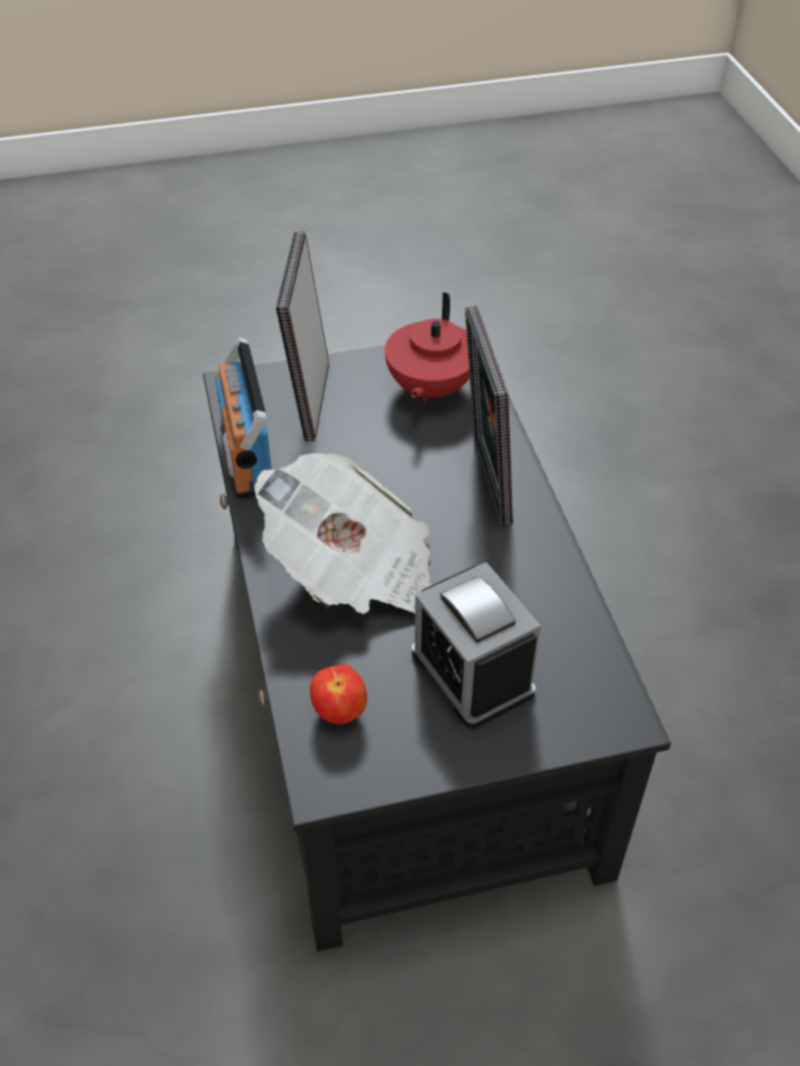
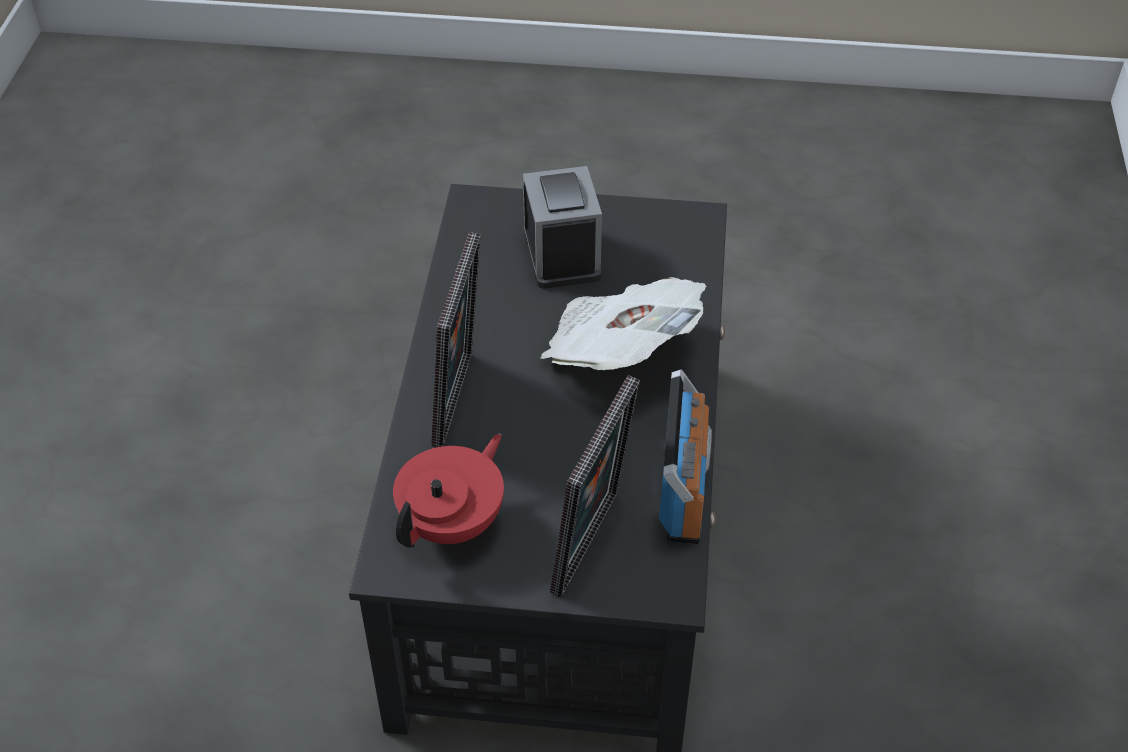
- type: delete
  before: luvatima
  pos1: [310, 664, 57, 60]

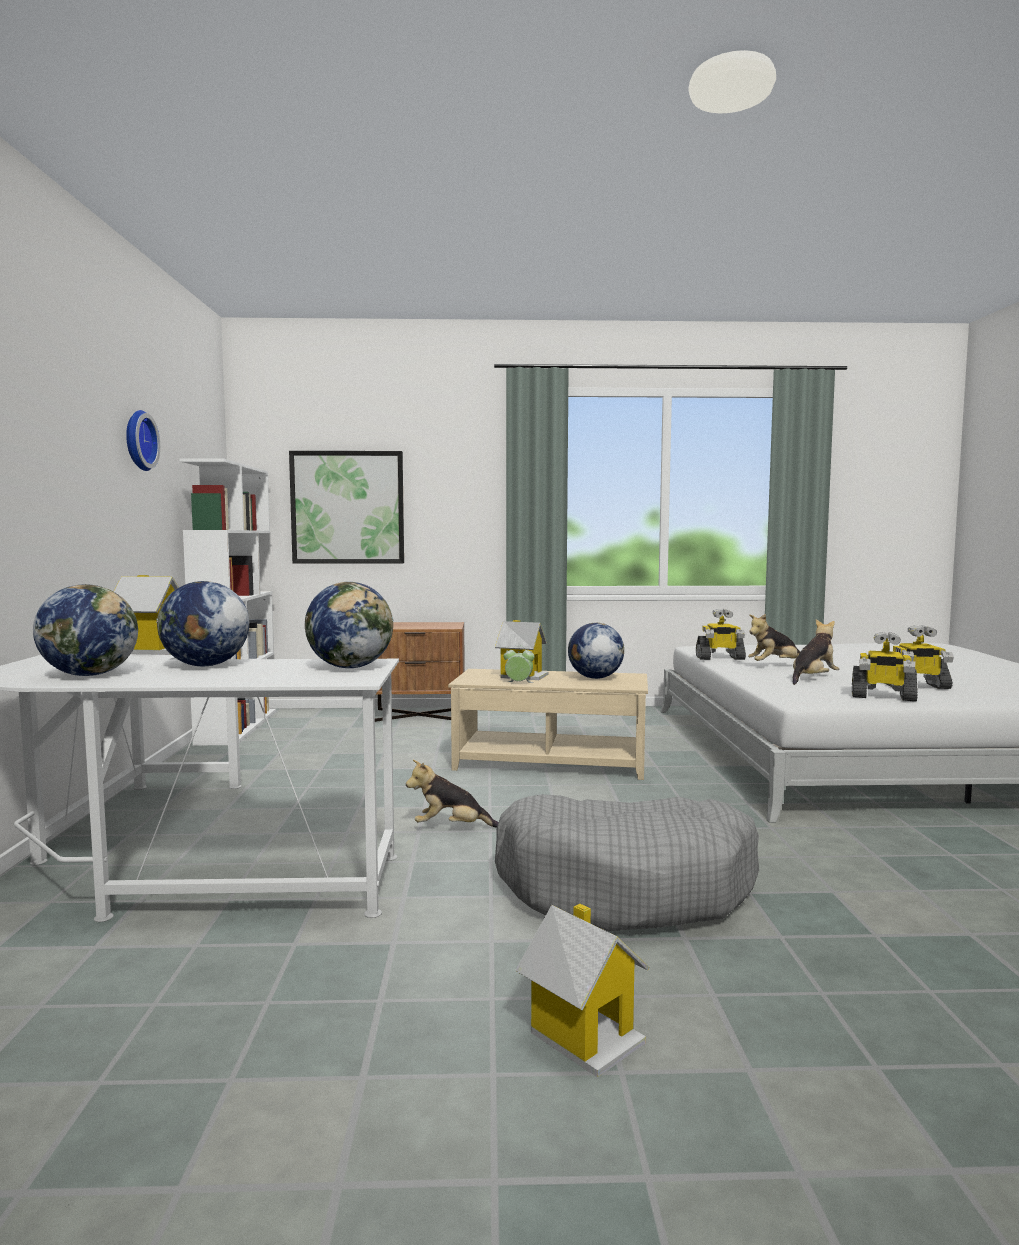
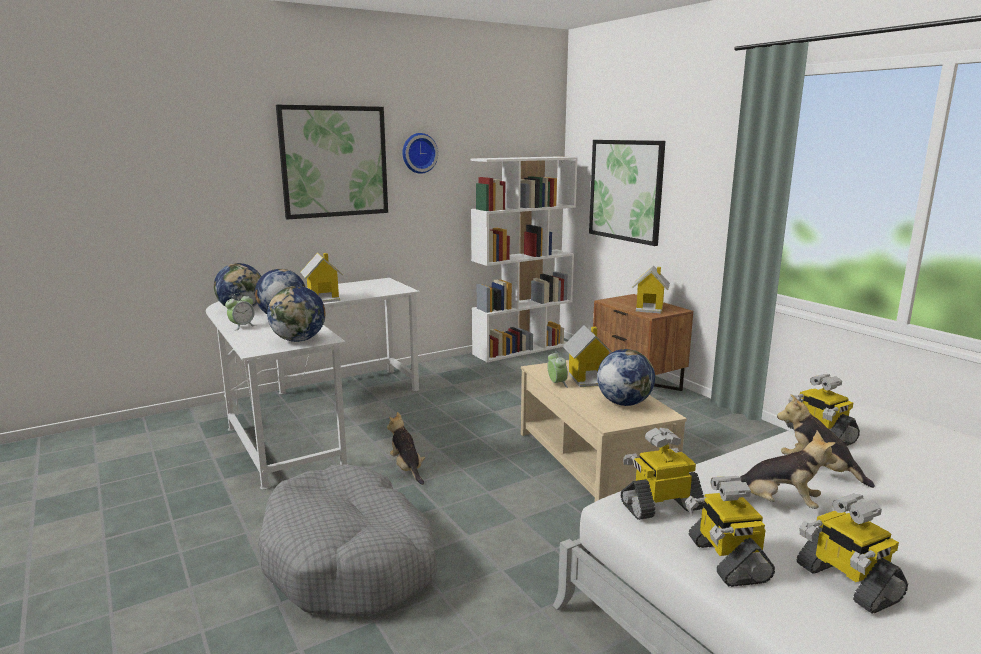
- type: insert
  after: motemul
  pos2: [225, 293, 31, 38]
- type: insert
  after: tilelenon
  pos2: [276, 105, 112, 114]
- type: insert
  after: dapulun
  pos2: [621, 428, 83, 92]
- type: move
  before: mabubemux
  pos1: [515, 904, 134, 174]
  pos2: [632, 265, 38, 48]

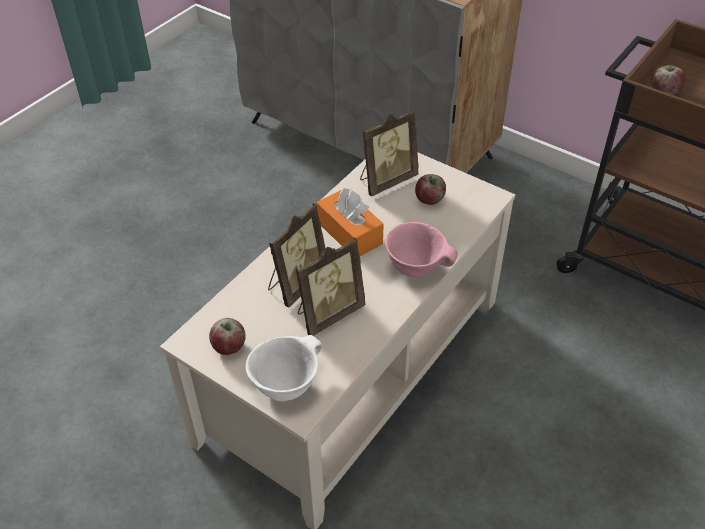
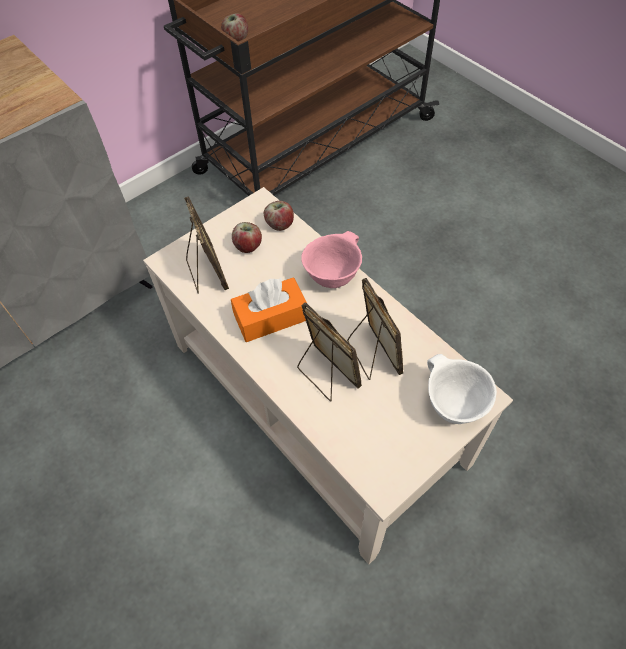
- type: move
  before: luvatima
  pos1: [209, 318, 37, 37]
  pos2: [264, 201, 30, 30]

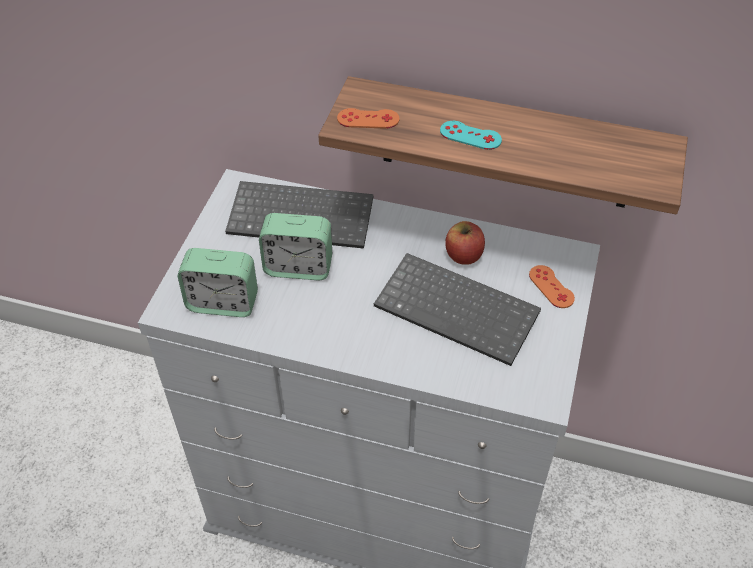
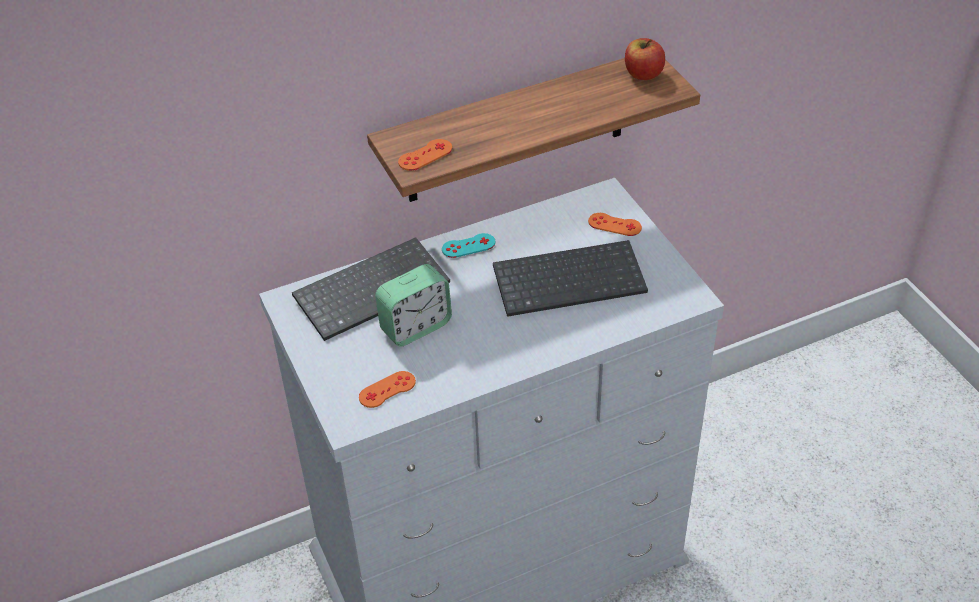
- type: replace
  before: motemul
  after: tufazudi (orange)
  pos1: [178, 248, 80, 69]
  pos2: [359, 371, 57, 37]
- type: move
  before: tufazudi (turquoise)
  pos1: [440, 121, 62, 29]
  pos2: [442, 233, 53, 25]
- type: move
  before: luvatima
  pos1: [445, 221, 40, 44]
  pos2: [625, 38, 40, 42]

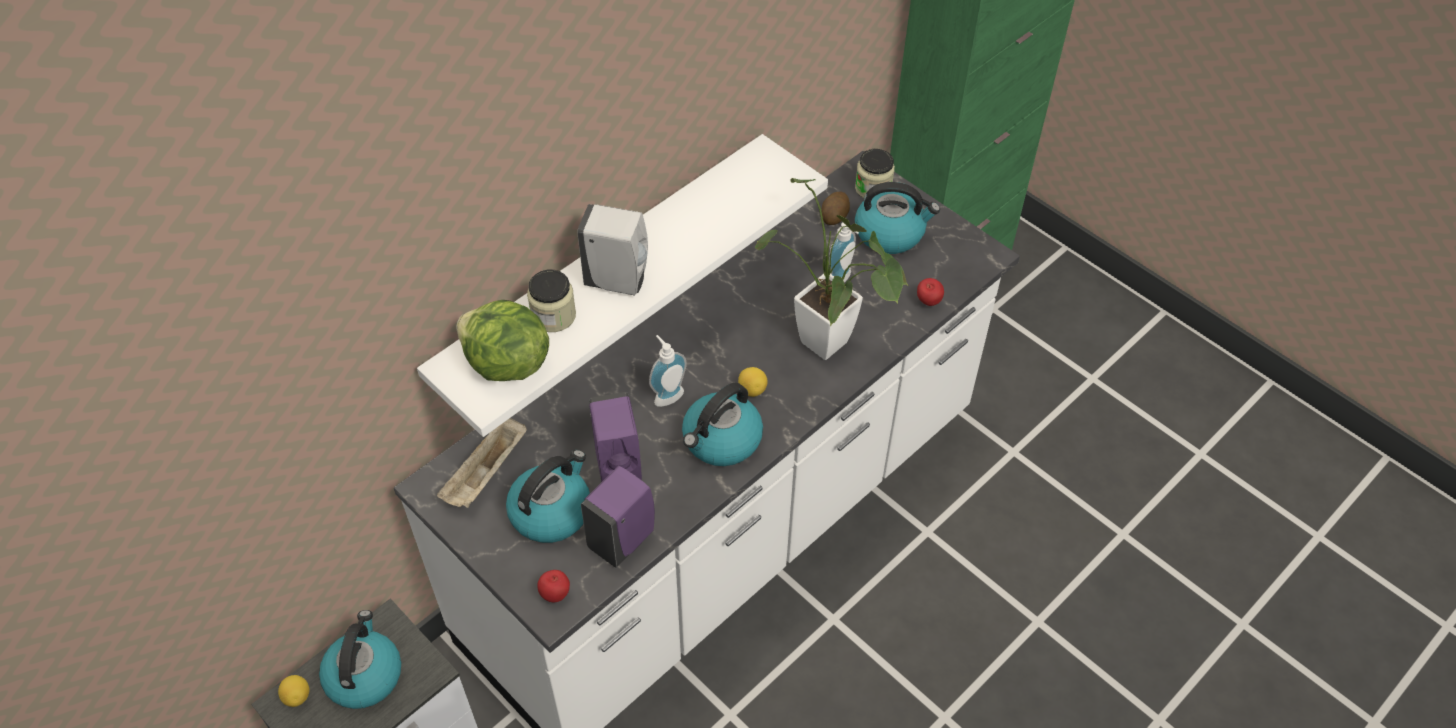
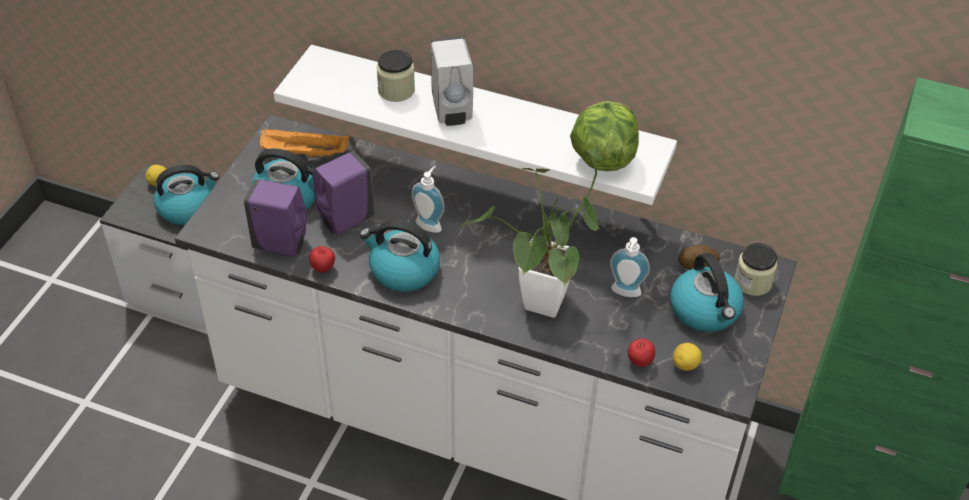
- type: recolor
  before: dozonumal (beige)
  after: dozonumal (orange)
  pos1: [437, 418, 90, 90]
  pos2: [260, 129, 89, 29]
- type: move
  before: luvatima
  pos1: [537, 570, 33, 32]
  pos2: [309, 246, 26, 27]
- type: move
  before: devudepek
  pos1: [456, 300, 93, 81]
  pos2: [570, 101, 69, 70]
- type: move
  before: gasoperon
  pos1: [738, 367, 30, 30]
  pos2: [673, 343, 29, 28]

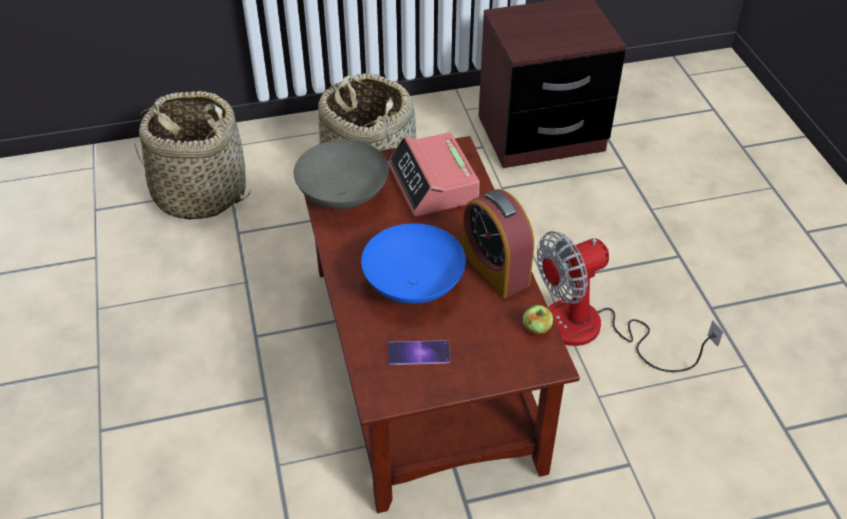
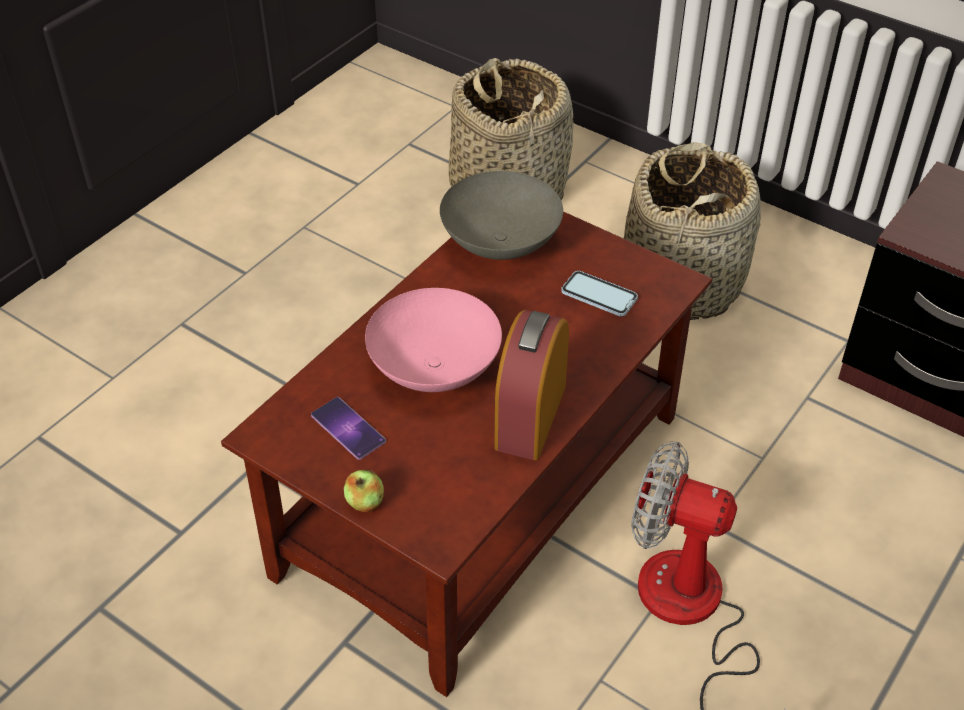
- type: move
  before: luvatima
  pos1: [523, 305, 30, 30]
  pos2: [344, 469, 40, 43]
- type: recolor
  before: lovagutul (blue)
  after: lovagutul (pink)
  pos1: [361, 223, 105, 81]
  pos2: [365, 288, 137, 104]
- type: replace
  before: motemul
  after: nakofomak
  pos1: [388, 132, 92, 84]
  pos2: [561, 271, 77, 46]

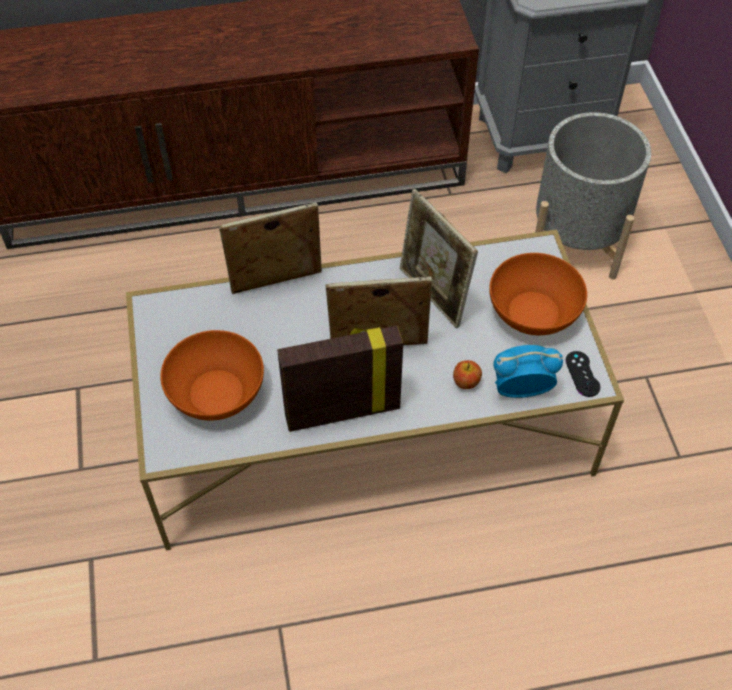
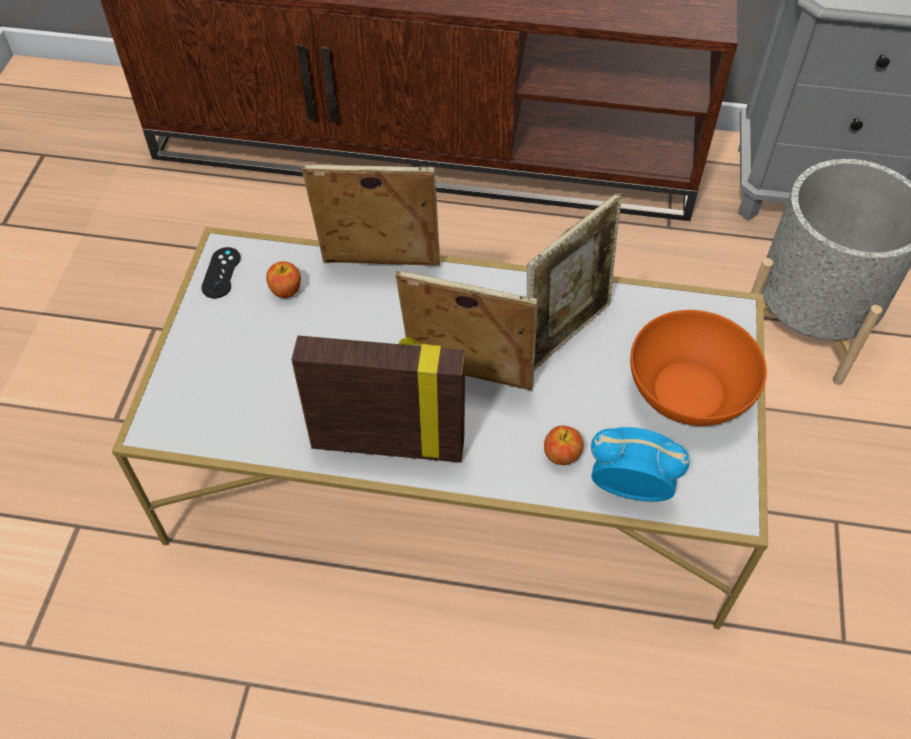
- type: move
  before: tufazudi (black)
  pos1: [565, 351, 35, 46]
  pos2: [201, 247, 40, 51]
- type: insert
  after: luvatima
  pos2: [266, 261, 35, 37]
- type: rotate
  before: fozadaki
  pos1: [400, 189, 78, 139]
  pos2: [527, 193, 95, 177]
  turn: -120
- type: delete
  before: lovagutul (orange)
  pos1: [160, 330, 104, 91]

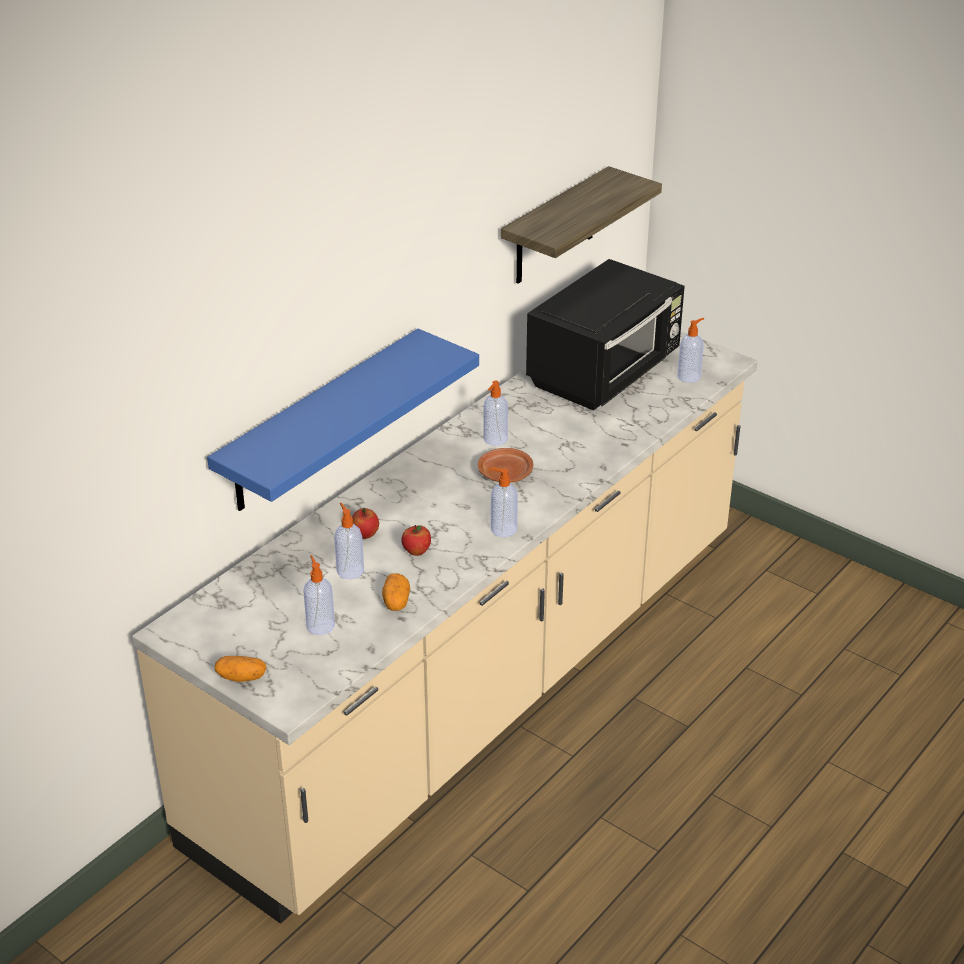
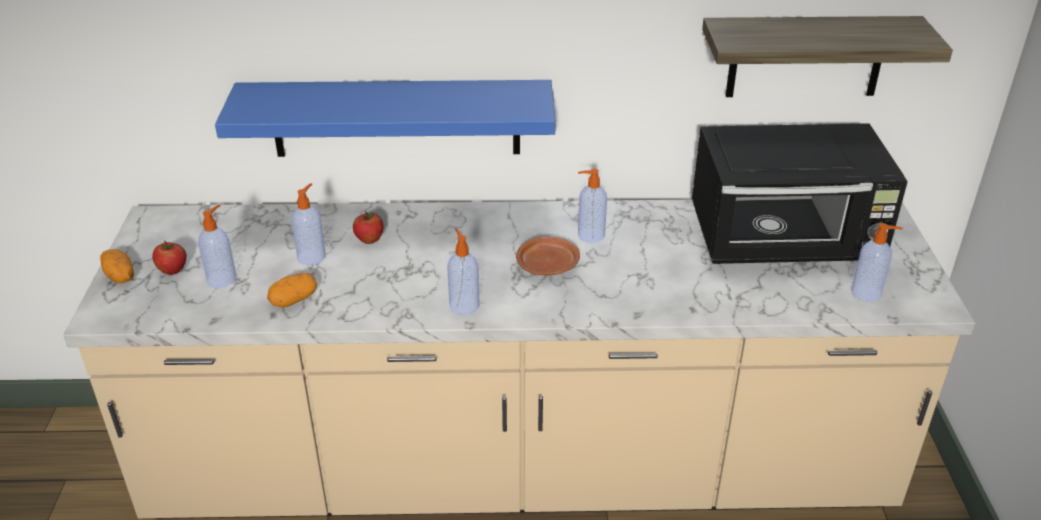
- type: move
  before: luvatima
  pos1: [401, 525, 30, 31]
  pos2: [152, 241, 35, 34]

